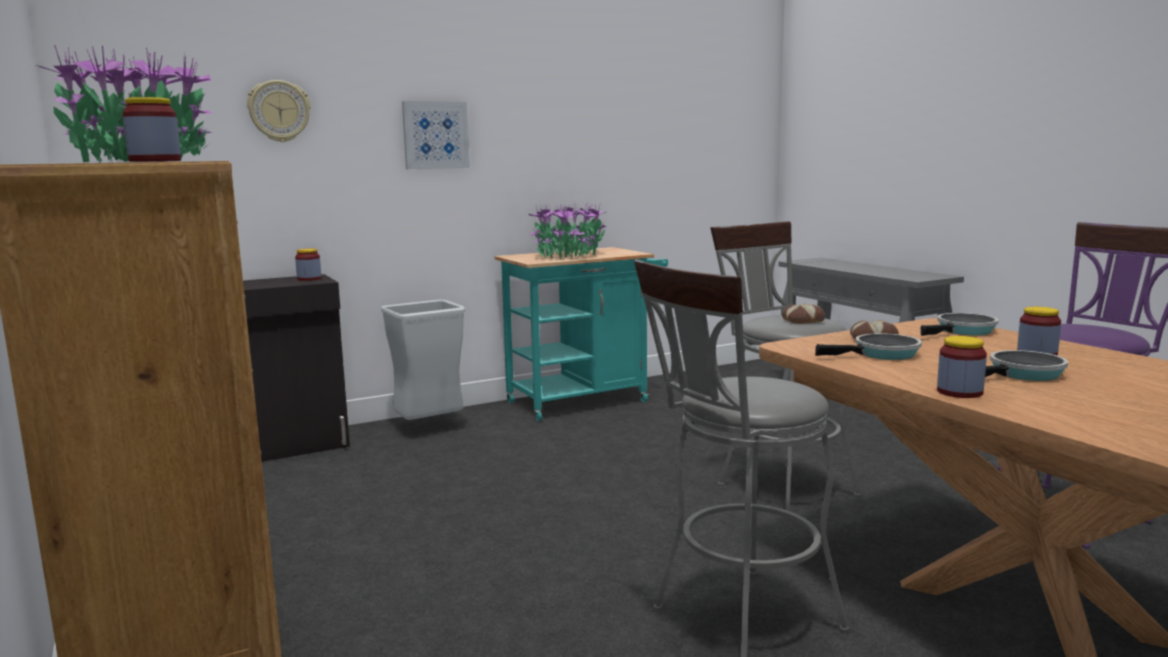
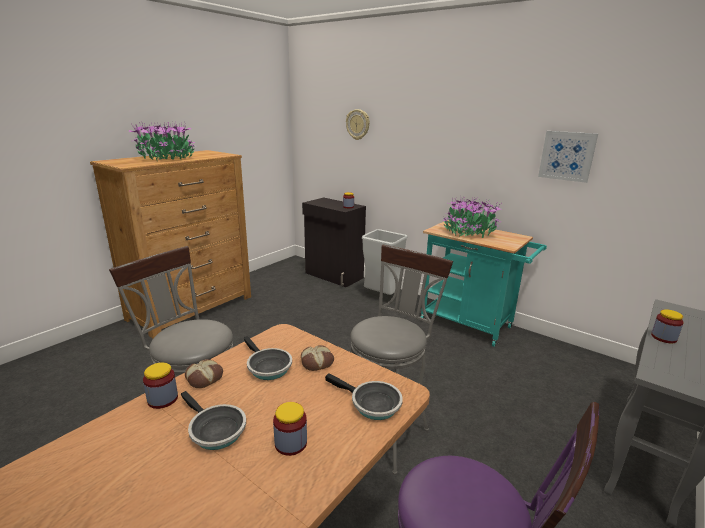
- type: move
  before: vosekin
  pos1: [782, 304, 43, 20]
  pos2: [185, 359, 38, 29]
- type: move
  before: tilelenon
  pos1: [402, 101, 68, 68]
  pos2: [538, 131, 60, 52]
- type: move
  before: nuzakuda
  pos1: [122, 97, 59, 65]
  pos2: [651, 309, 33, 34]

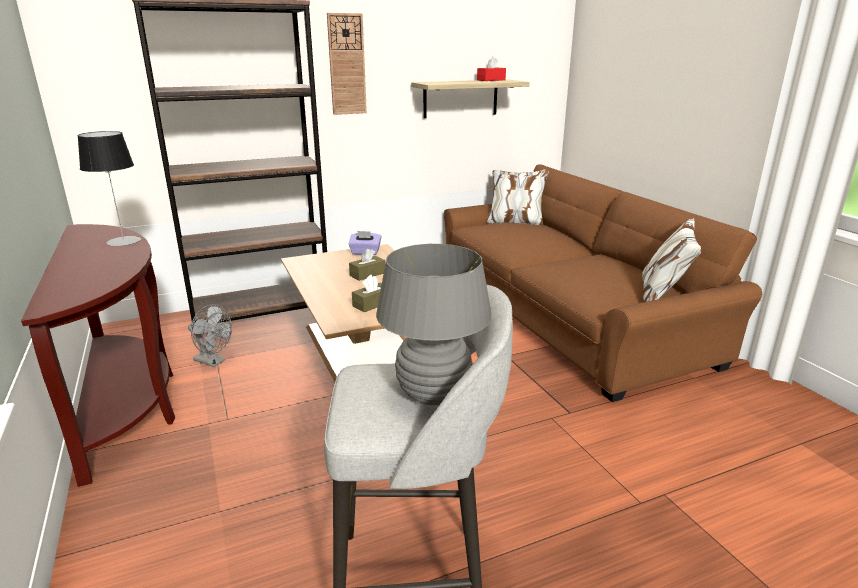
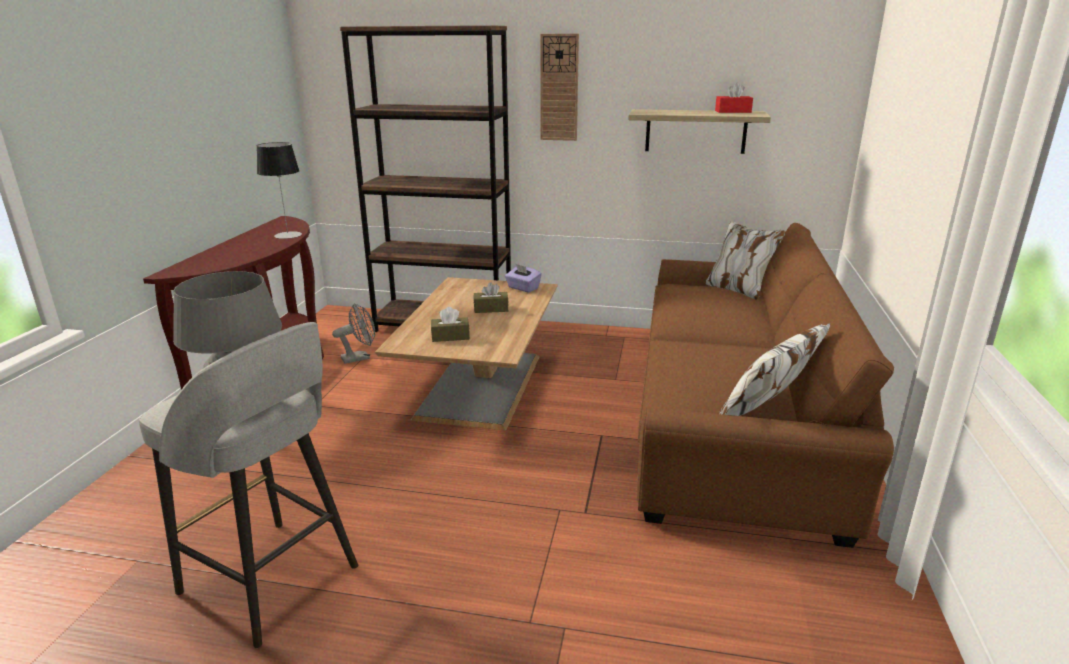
- type: rotate
  before: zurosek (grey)
  pos1: [188, 304, 44, 63]
  pos2: [332, 303, 43, 61]
  turn: -90

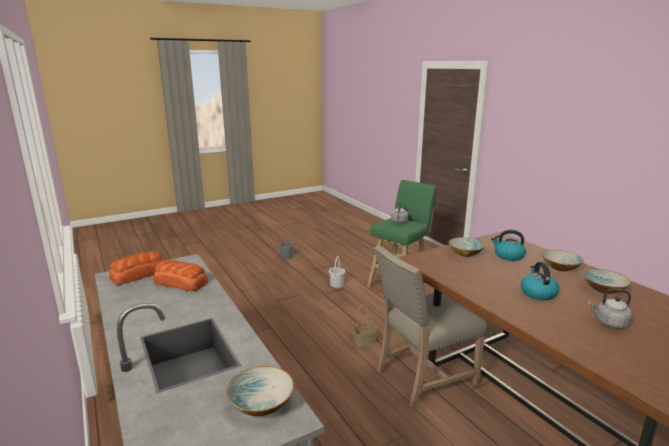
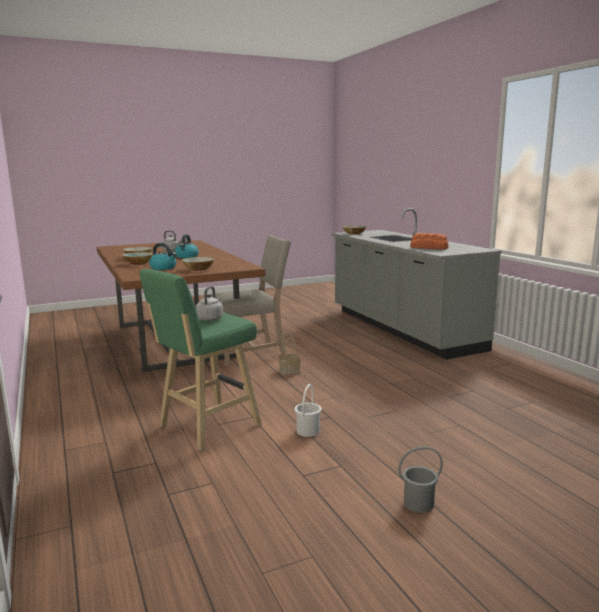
- type: delete
  before: vosekin
  pos1: [109, 251, 55, 33]

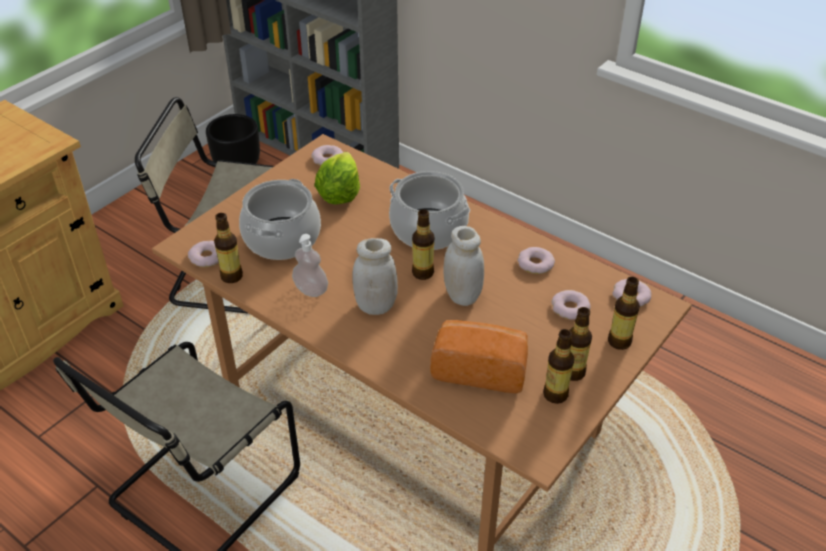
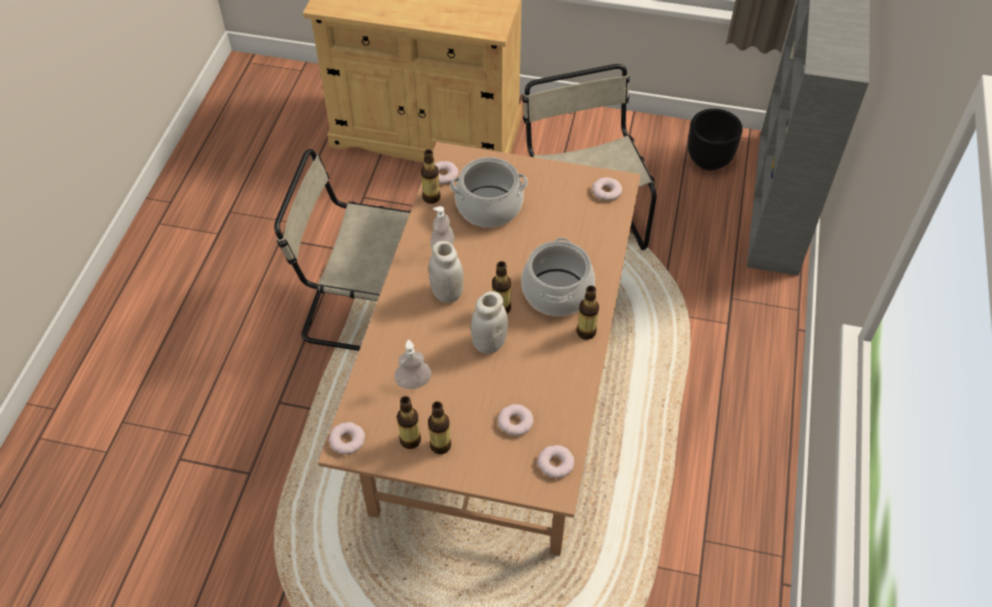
- type: move
  before: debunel
  pos1: [517, 247, 38, 27]
  pos2: [329, 422, 36, 33]
- type: replace
  before: vosekin
  after: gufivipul
  pos1: [430, 320, 98, 74]
  pos2: [394, 340, 37, 49]
- type: move
  before: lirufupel
  pos1: [608, 277, 32, 73]
  pos2: [577, 286, 22, 54]
- type: delete
  before: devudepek
  pos1: [315, 152, 45, 52]

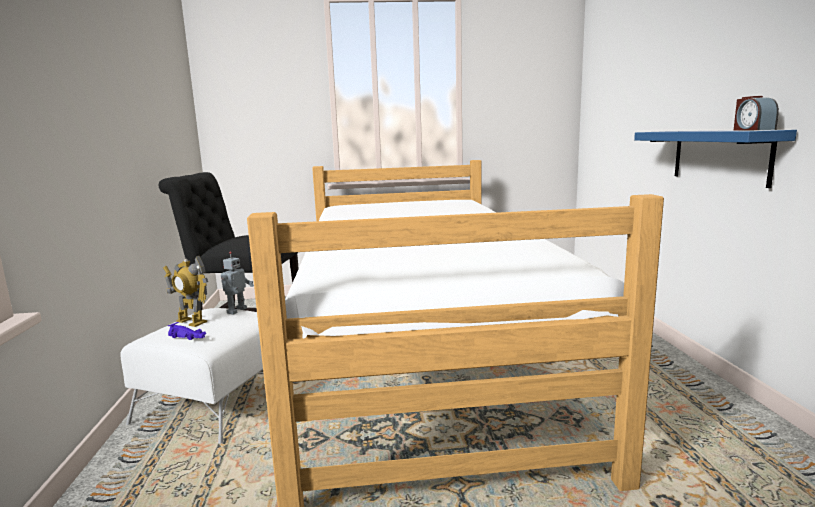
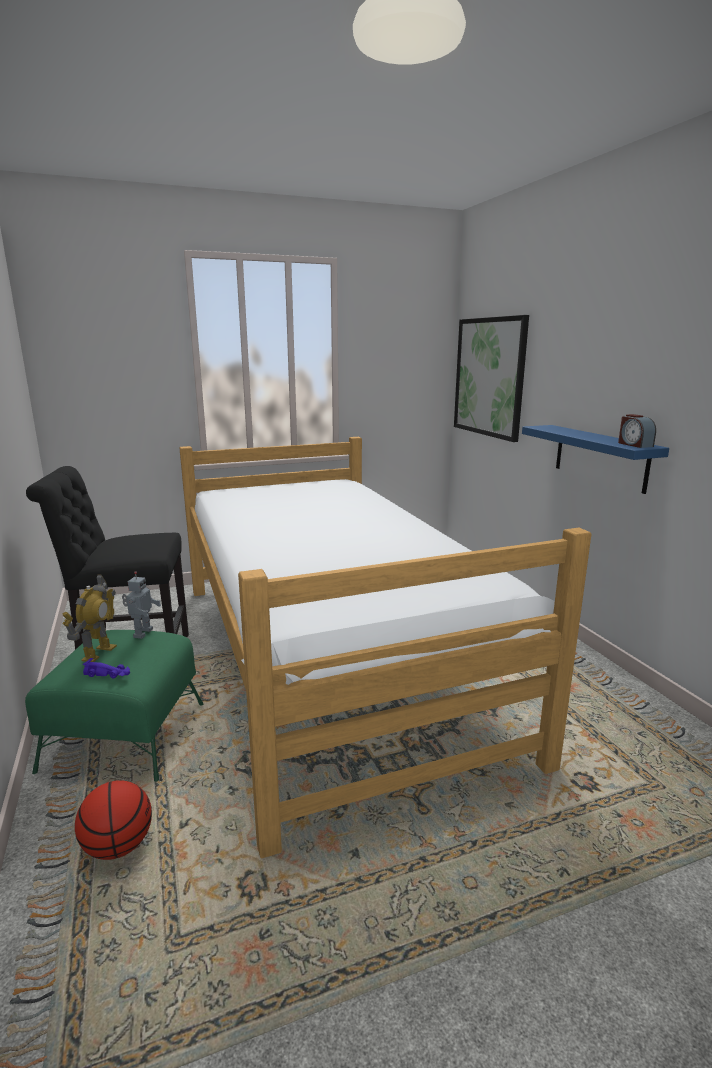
- type: recolor
  before: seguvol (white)
  after: seguvol (green)
  pos1: [120, 308, 143, 136]
  pos2: [25, 630, 178, 152]
- type: rotate
  before: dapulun
  pos1: [163, 256, 45, 71]
  pos2: [62, 574, 55, 88]
  turn: -90
- type: insert
  after: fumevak
  pos2: [75, 780, 77, 80]
- type: insert
  after: tilelenon
  pos2: [454, 315, 75, 127]

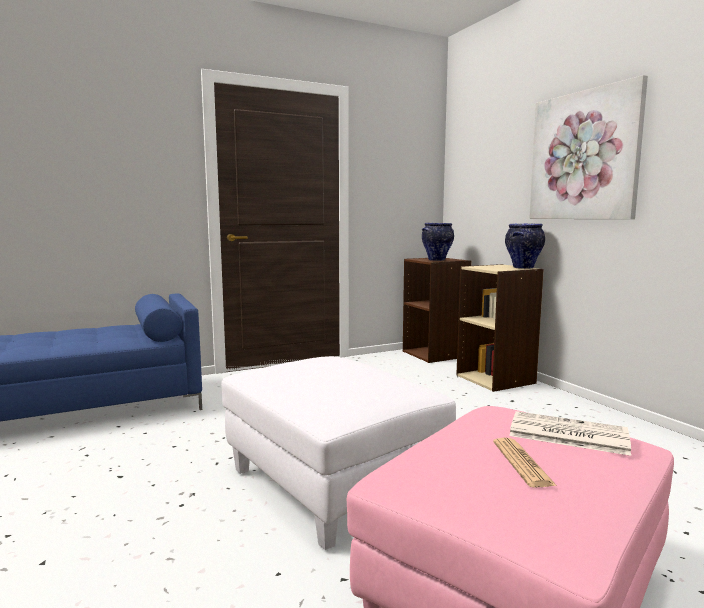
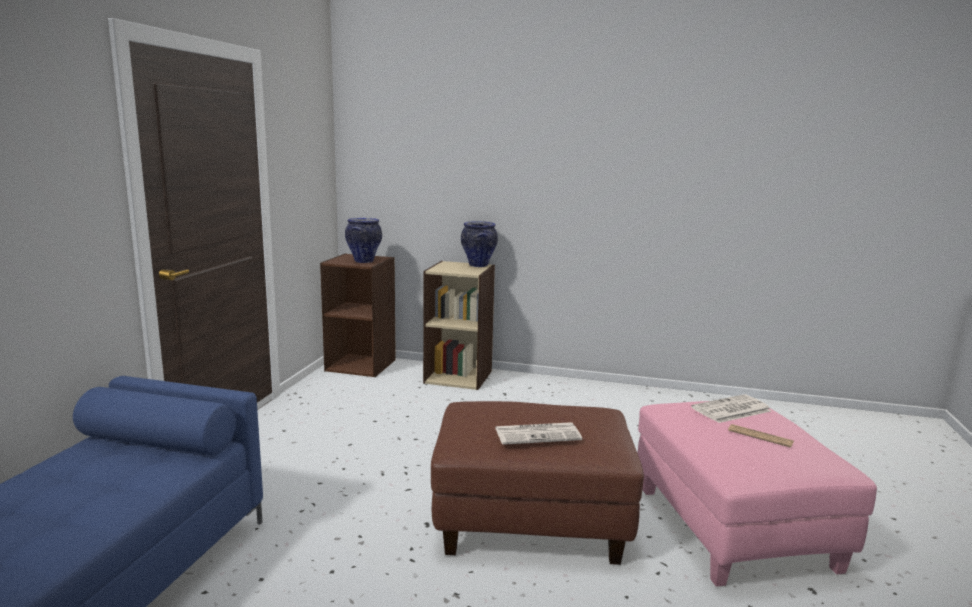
- type: recolor
  before: seguvol (white)
  after: seguvol (brown)
  pos1: [221, 356, 235, 194]
  pos2: [431, 401, 213, 164]
- type: insert
  after: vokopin
  pos2: [495, 422, 87, 23]
- type: delete
  before: tilelenon
  pos1: [529, 75, 119, 144]

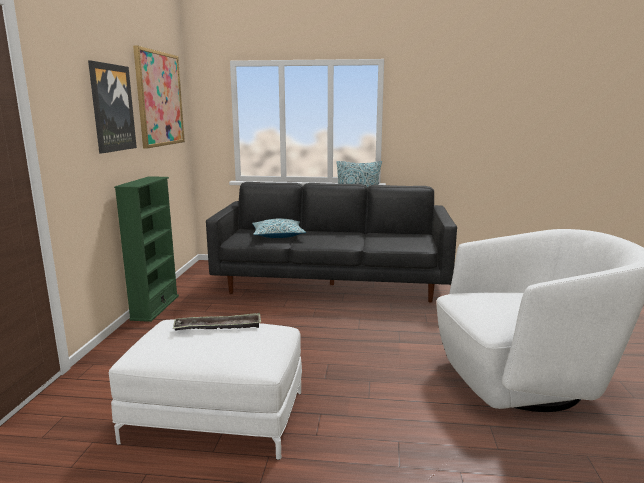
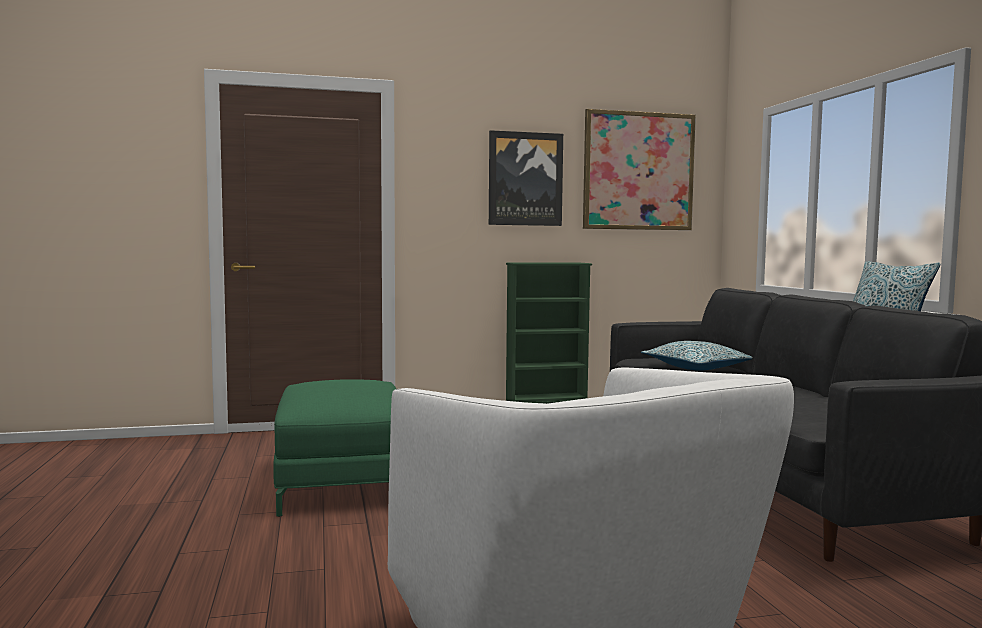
- type: recolor
  before: seguvol (white)
  after: seguvol (green)
  pos1: [109, 319, 193, 141]
  pos2: [274, 379, 122, 138]
- type: delete
  before: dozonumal
  pos1: [173, 313, 88, 18]

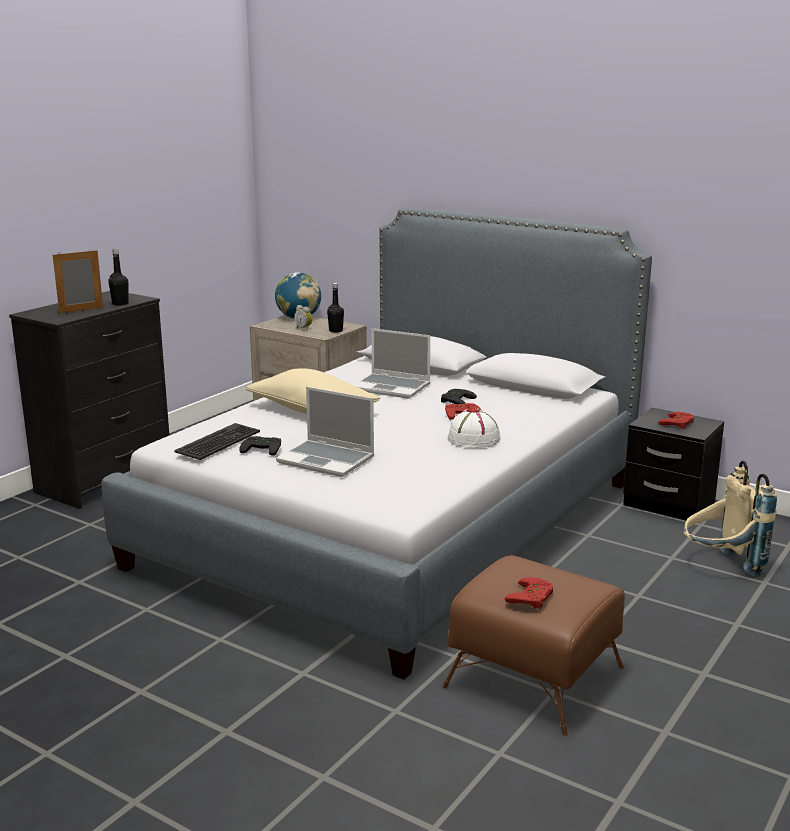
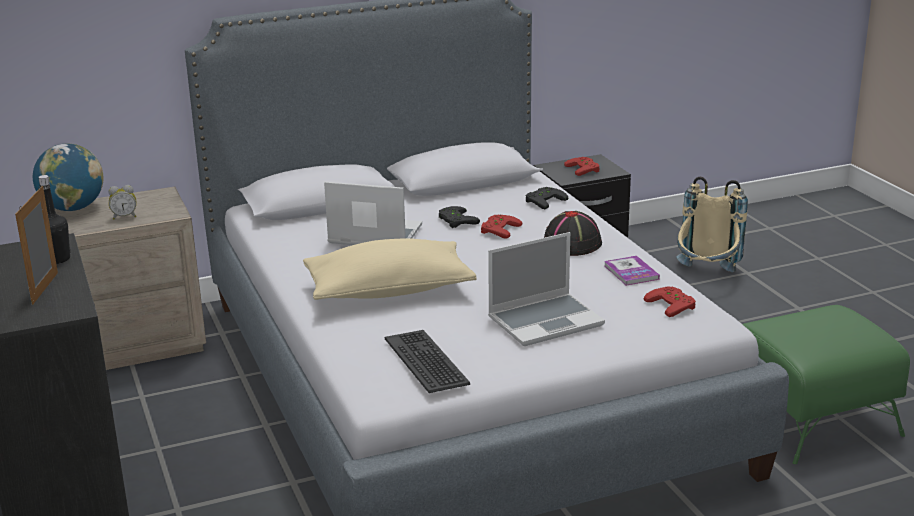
- type: rotate
  before: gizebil
  pos1: [354, 328, 76, 71]
  pos2: [324, 182, 98, 63]
  turn: -135
- type: move
  before: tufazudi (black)
  pos1: [240, 436, 41, 20]
  pos2: [526, 187, 42, 22]
- type: recolor
  before: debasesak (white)
  after: debasesak (black)
  pos1: [447, 408, 54, 40]
  pos2: [544, 211, 58, 45]
- type: insert
  after: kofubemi
  pos2: [604, 256, 56, 30]
- type: move
  before: tufazudi (red)
  pos1: [505, 577, 48, 32]
  pos2: [644, 286, 52, 31]
- type: recolor
  before: seguvol (brown)
  after: seguvol (green)
  pos1: [442, 555, 183, 181]
  pos2: [742, 305, 168, 159]
- type: delete
  before: lirufupel (black)
  pos1: [327, 283, 17, 50]

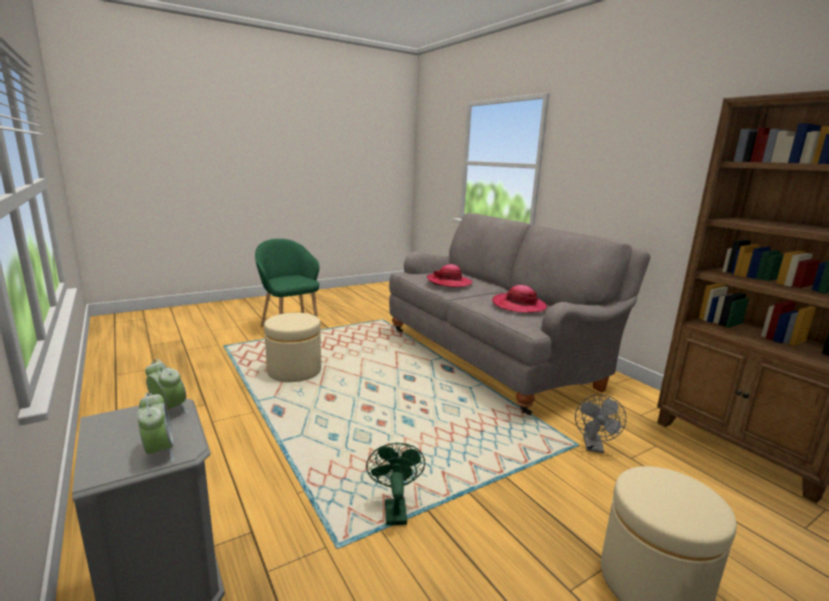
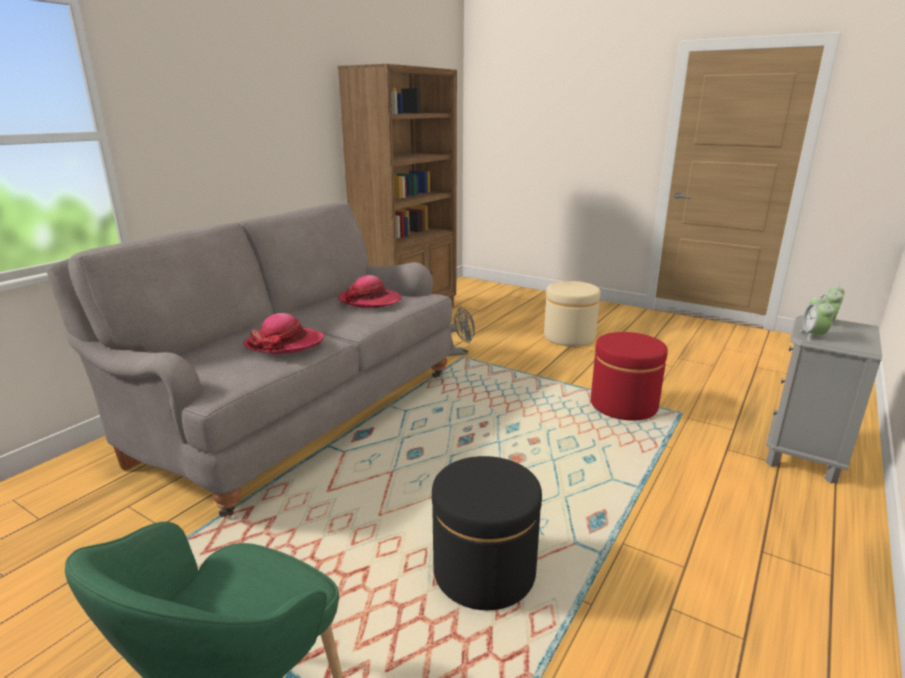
- type: recolor
  before: seguvol (beige)
  after: seguvol (black)
  pos1: [264, 313, 57, 69]
  pos2: [432, 456, 110, 154]
- type: replace
  before: zurosek (green)
  after: seguvol (red)
  pos1: [366, 443, 59, 82]
  pos2: [591, 332, 77, 89]

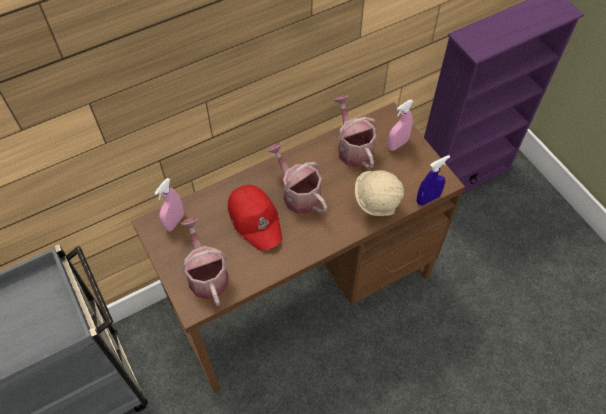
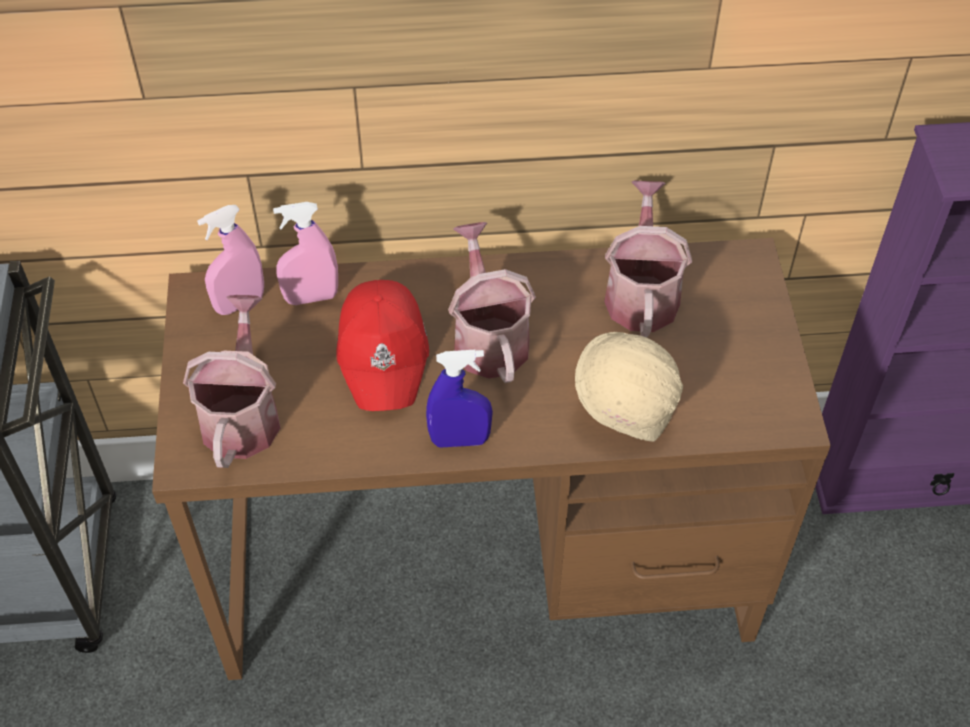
- type: move
  before: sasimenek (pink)
  pos1: [388, 100, 26, 51]
  pos2: [273, 202, 65, 103]
- type: move
  before: sasimenek (blue)
  pos1: [417, 155, 33, 51]
  pos2: [426, 350, 67, 98]

